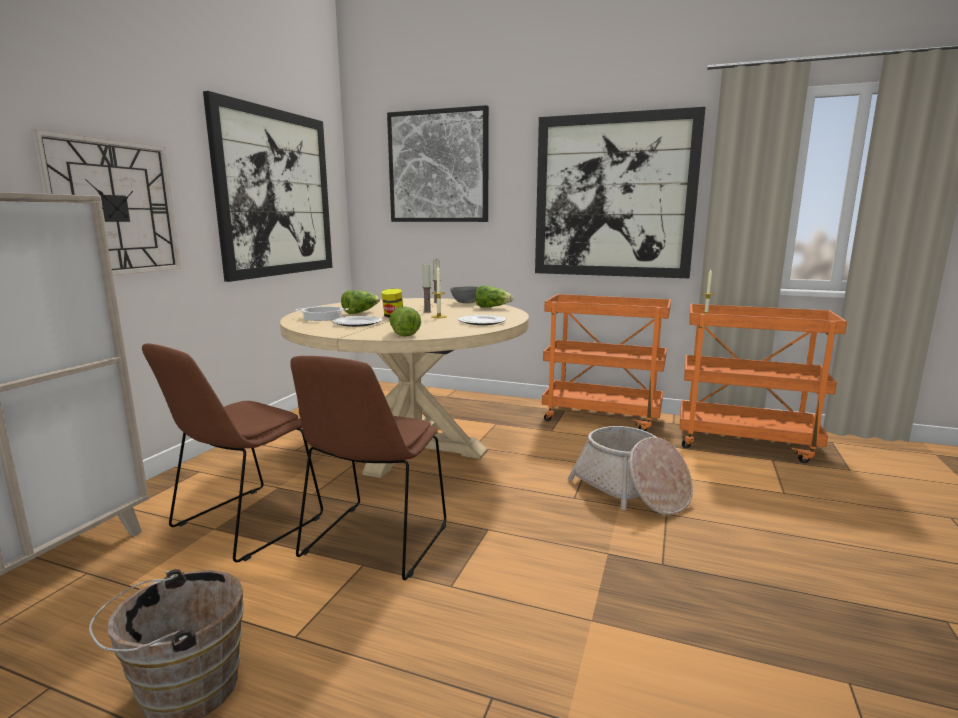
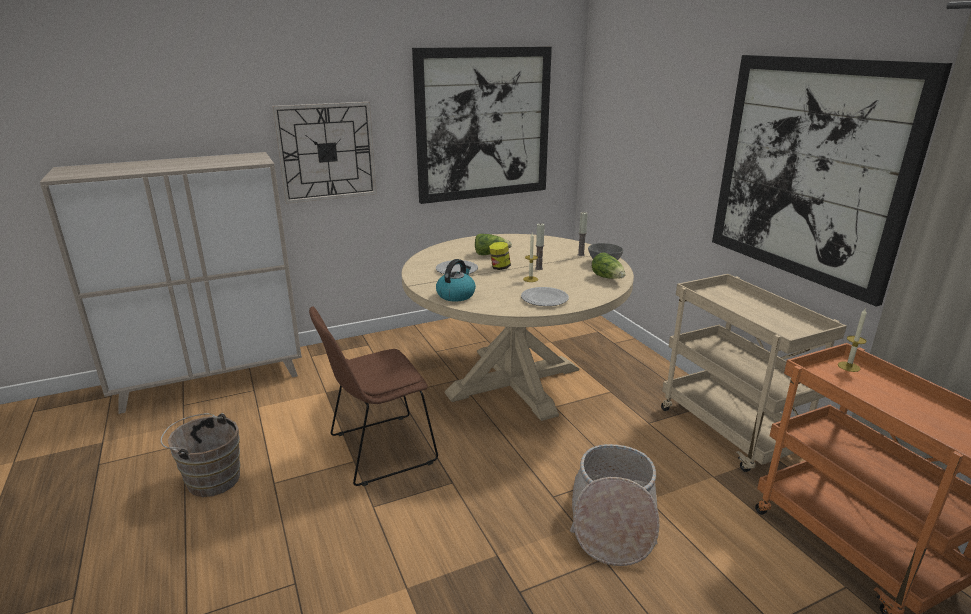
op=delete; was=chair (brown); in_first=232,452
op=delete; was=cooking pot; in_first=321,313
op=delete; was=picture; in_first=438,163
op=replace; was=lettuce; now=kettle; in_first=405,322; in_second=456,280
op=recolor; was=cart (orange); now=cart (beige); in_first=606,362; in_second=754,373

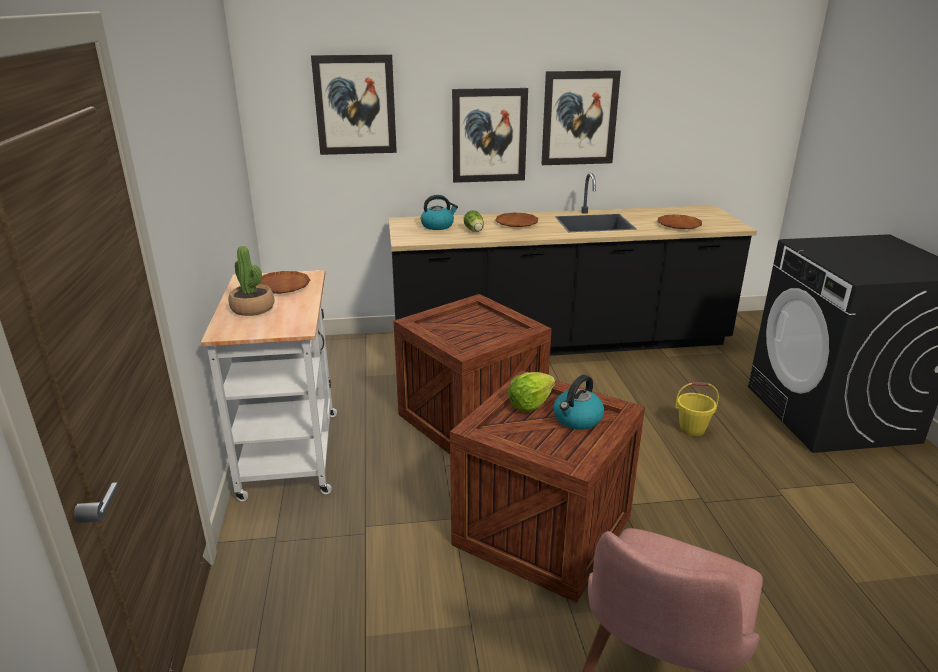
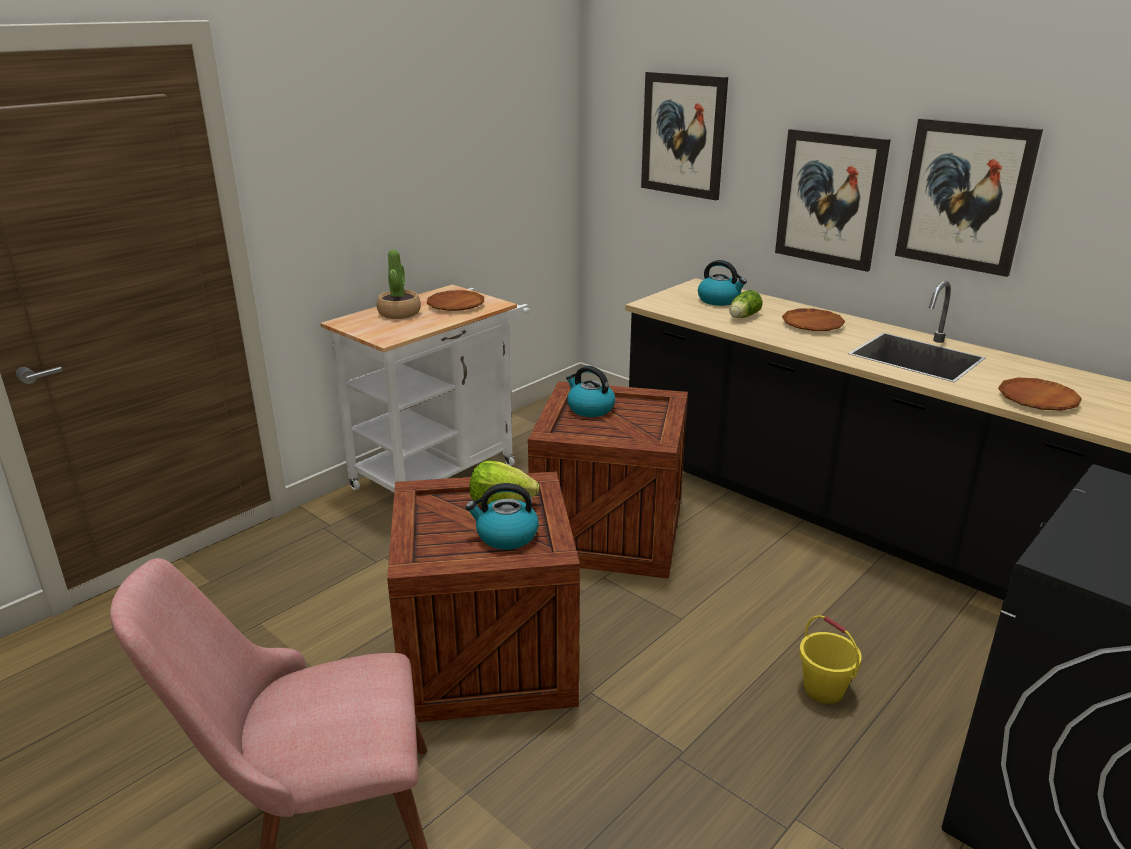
op=insert; now=kettle; in_second=590,391

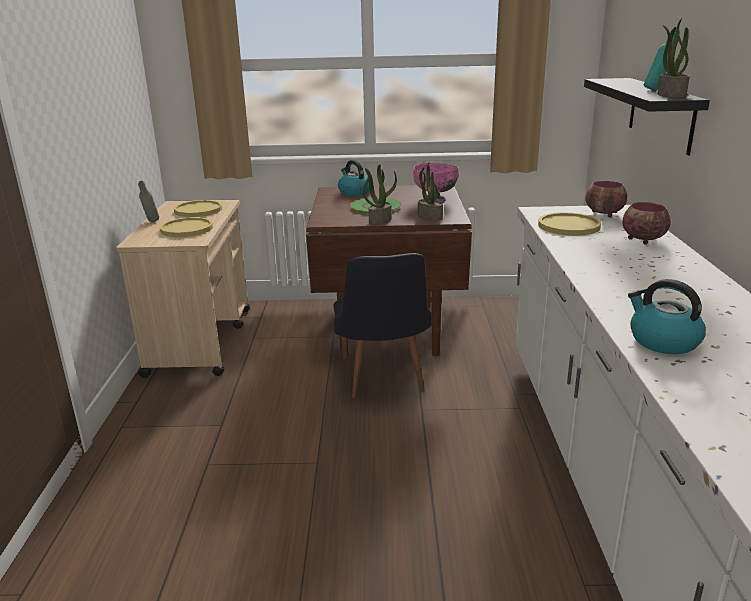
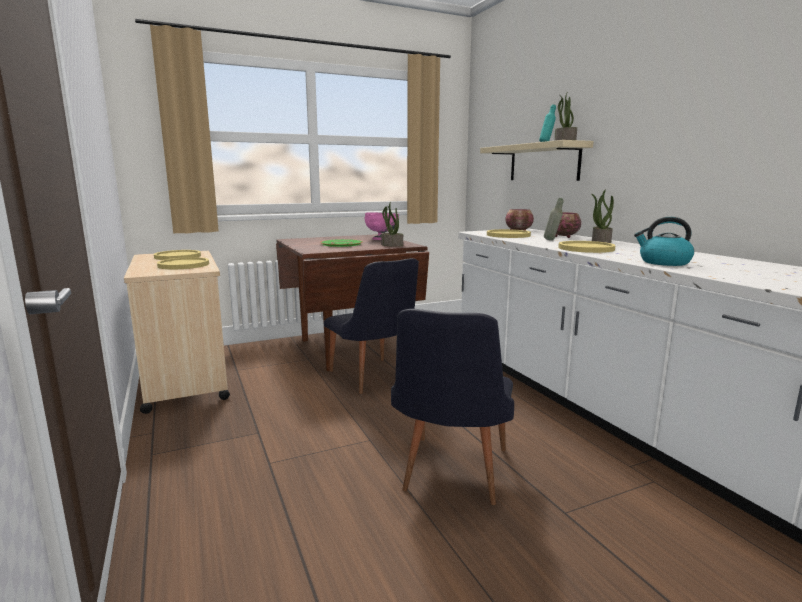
op=delete; was=kettle; in_first=354,178
op=insert; now=chair (black); in_second=452,407
op=insert; now=plate (yellow); in_second=586,247
op=move; was=bottle (grey); in_first=148,201; in_second=553,219
op=move; was=potted plant; in_first=380,194; in_second=602,216
op=recolor; was=shelf (black); now=shelf (beige); in_first=647,116; in_second=537,160

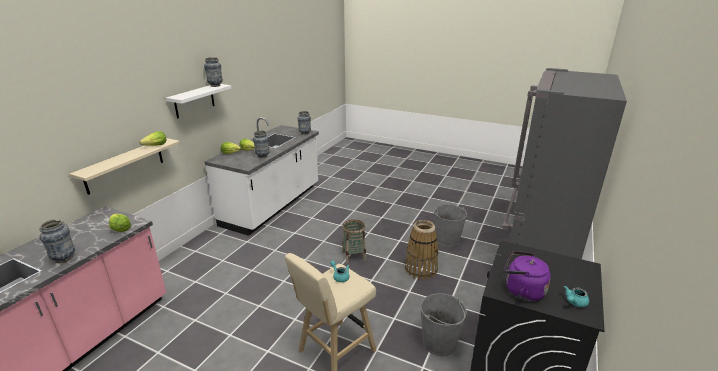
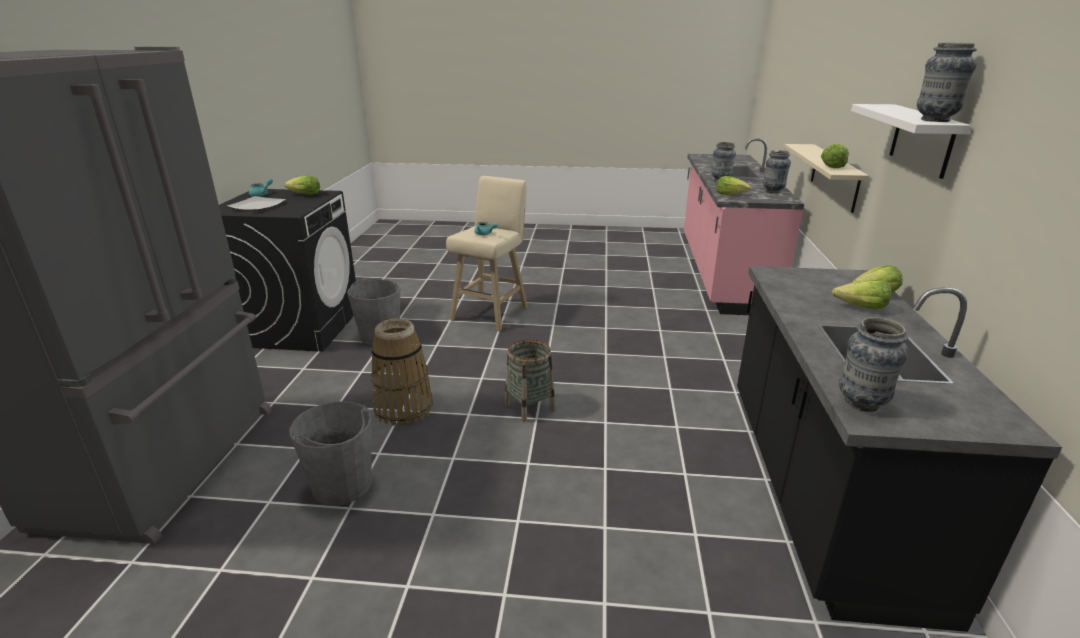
op=insert; now=plate; in_second=256,203
op=move; was=vase; in_first=261,144; in_second=777,171
op=replace; was=kettle (purple); now=lettuce; in_first=527,276; in_second=302,185
op=recolor; was=counter (white); now=counter (black); in_first=261,176; in_second=899,449

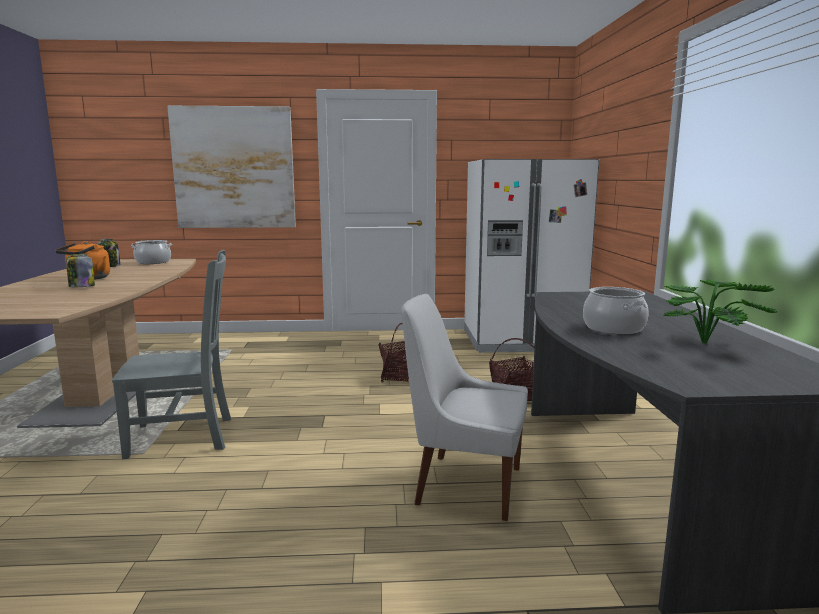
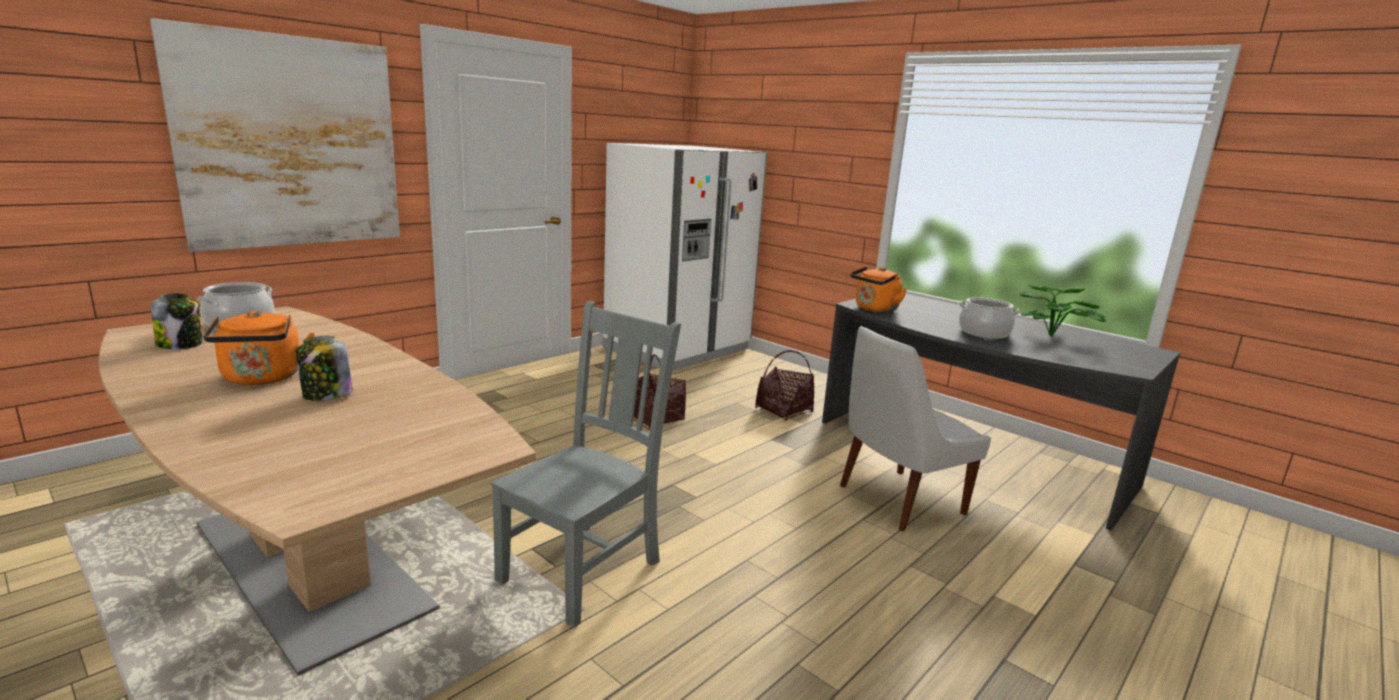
op=insert; now=kettle (orange); in_second=878,289

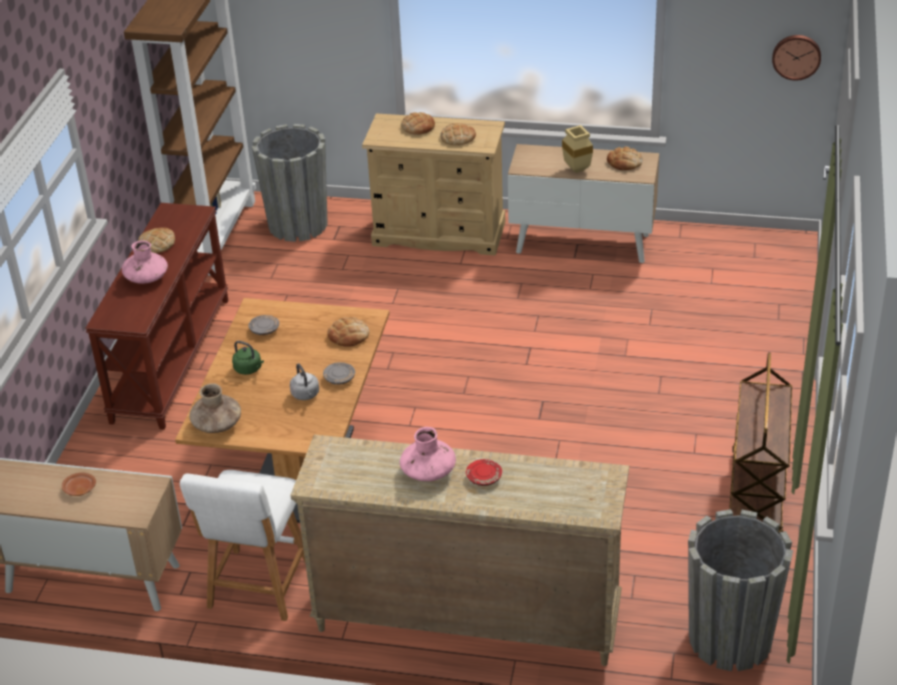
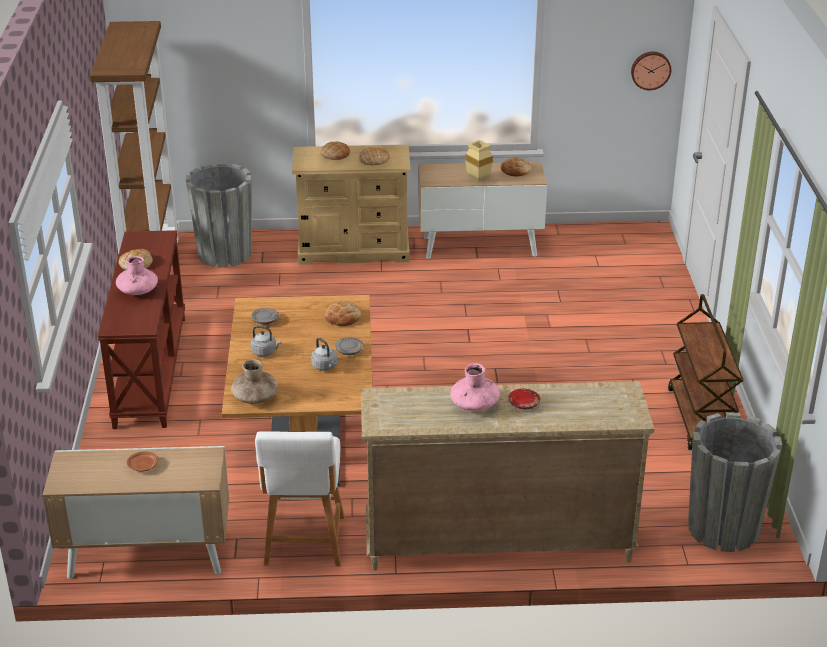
op=recolor; was=kettle (green); now=kettle (grey); in_first=248,358; in_second=265,341

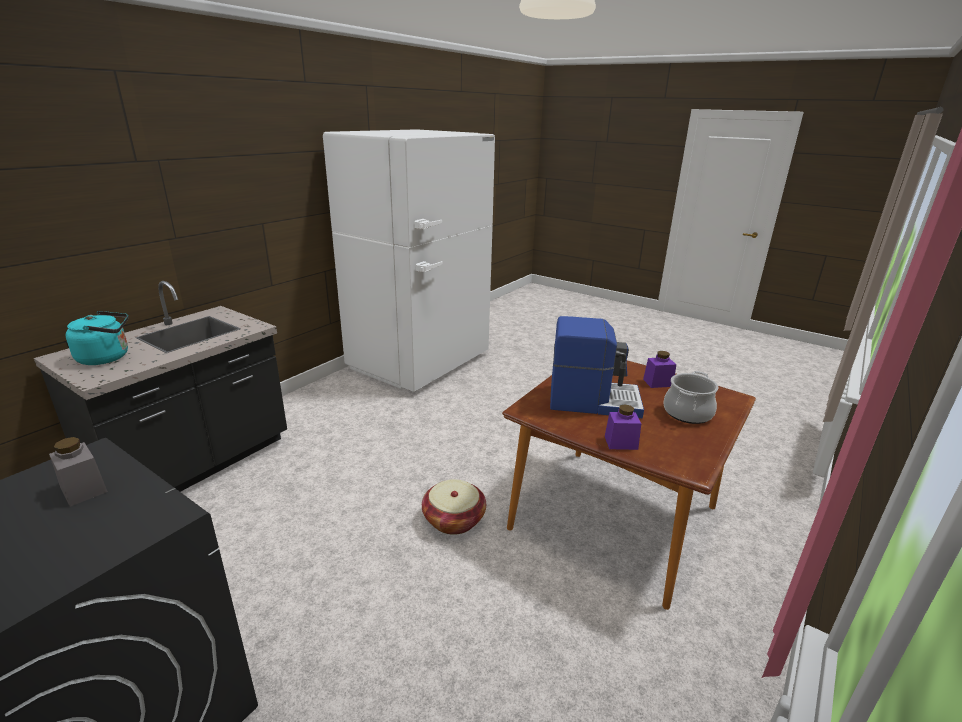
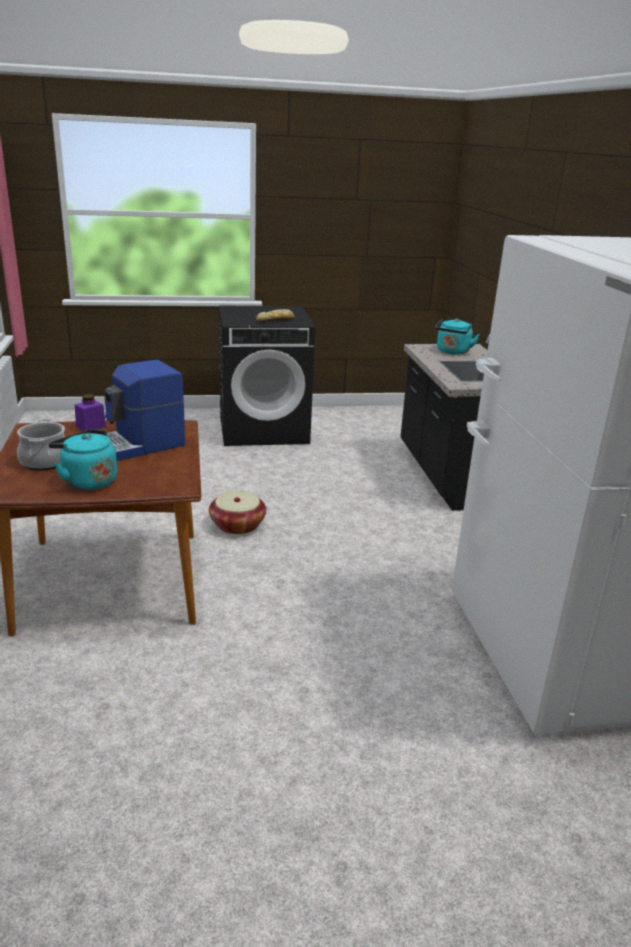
op=replace; was=jar (grey); now=bread; in_first=78,472; in_second=275,315
op=replace; was=jar (purple); now=kettle (turquoise); in_first=659,369; in_second=82,459

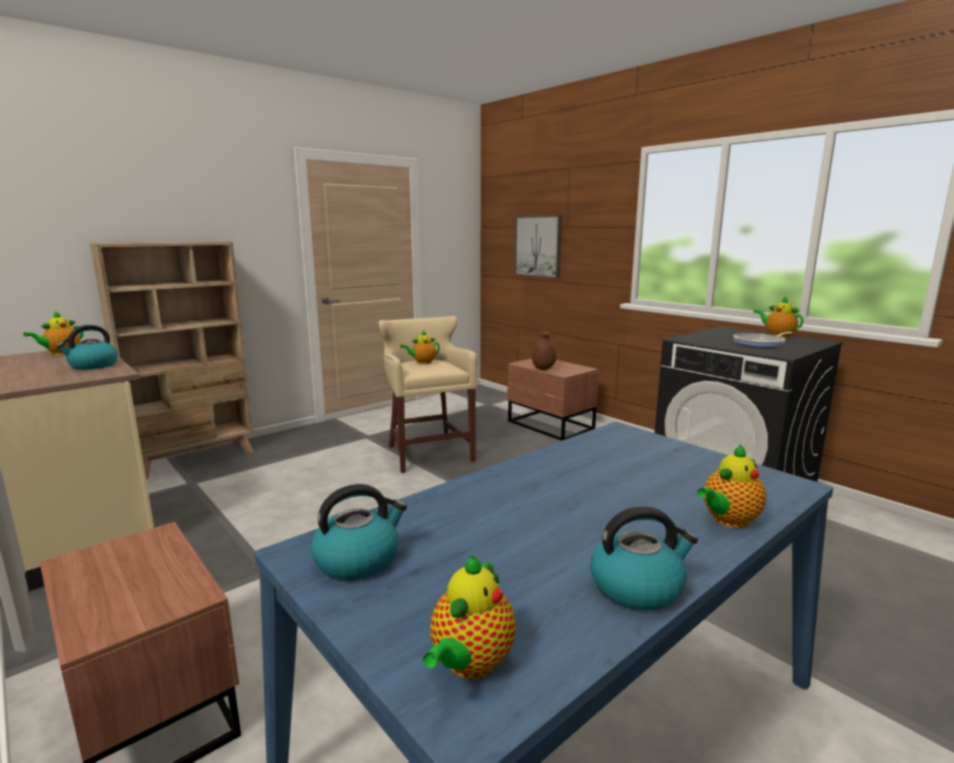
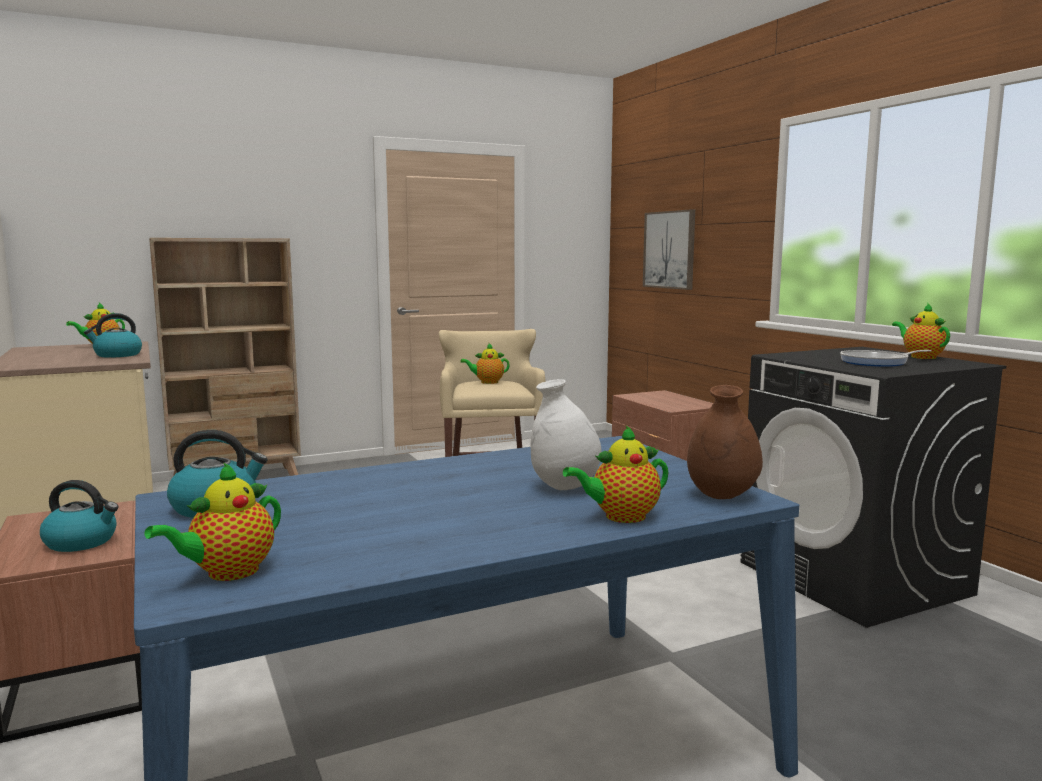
op=insert; now=vase (white); in_second=566,434
op=move; was=vase (brown); in_first=544,350; in_second=725,442
op=move; was=kettle; in_first=644,558; in_second=79,516

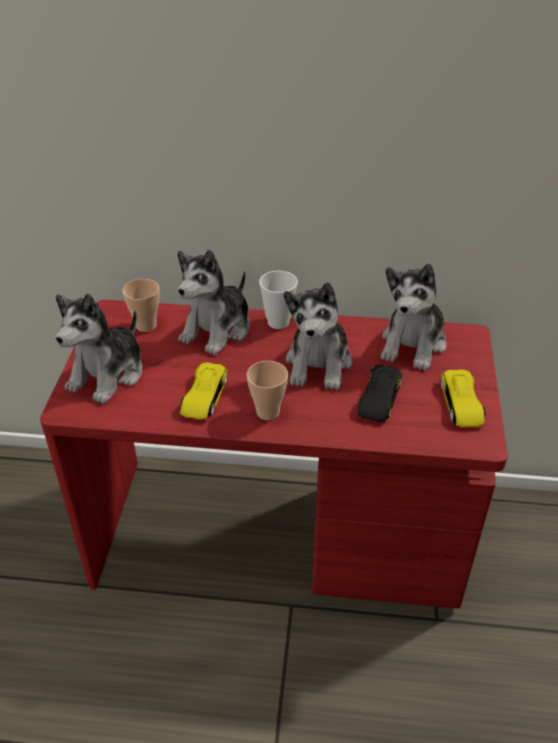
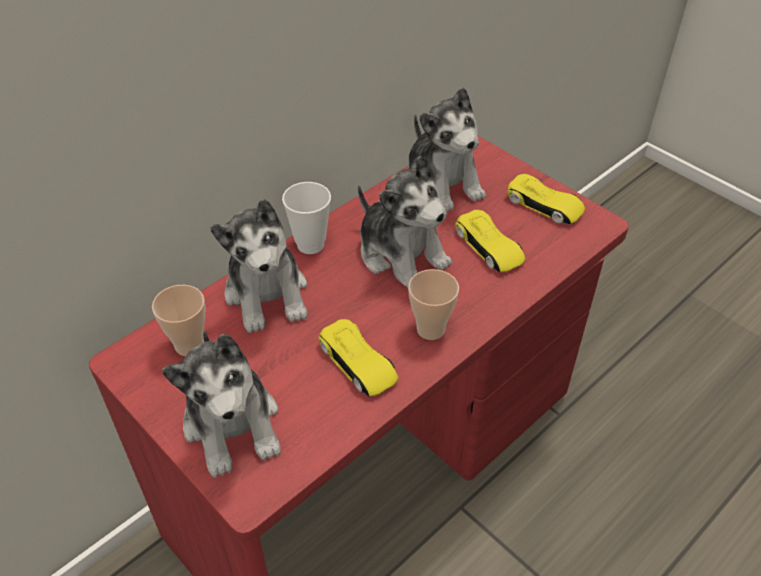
op=recolor; was=toy car (black); now=toy car (yellow); in_first=379,393; in_second=490,241

